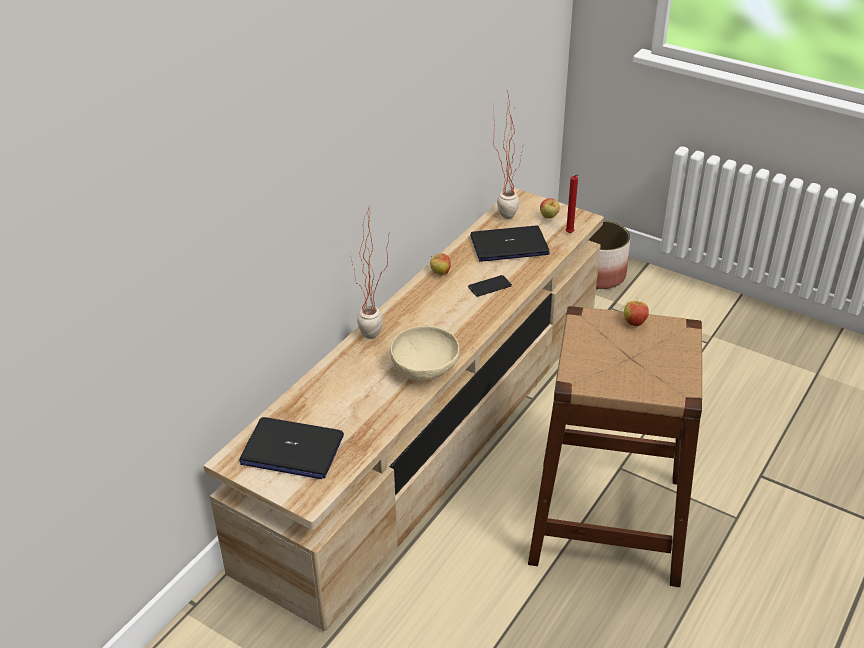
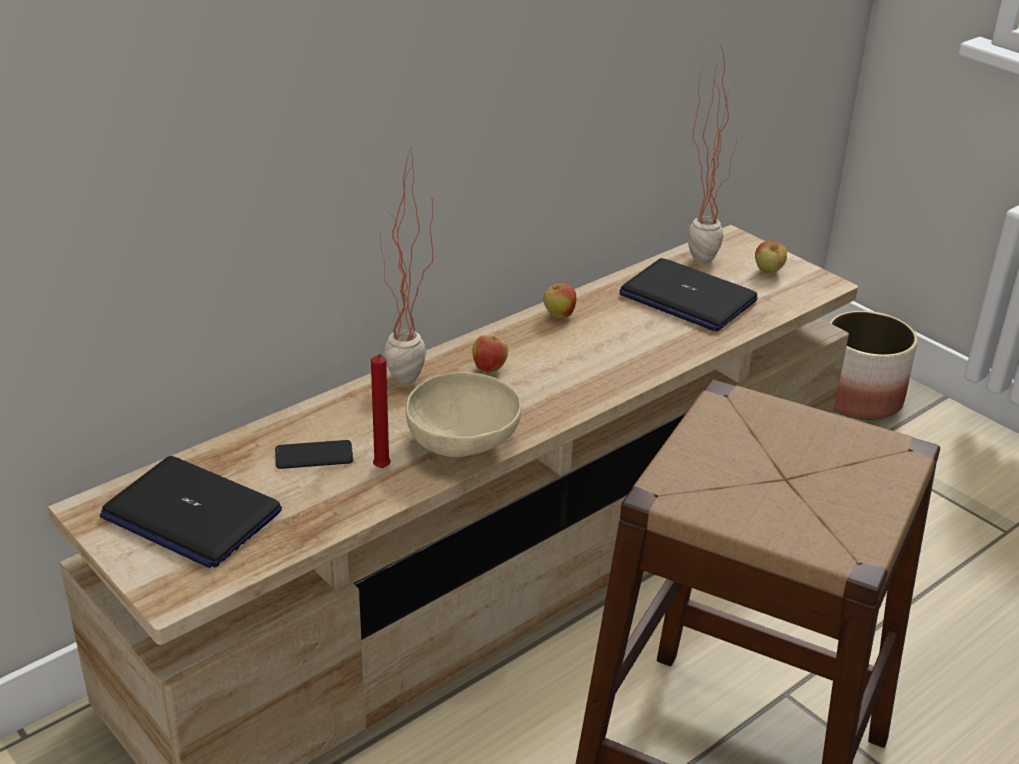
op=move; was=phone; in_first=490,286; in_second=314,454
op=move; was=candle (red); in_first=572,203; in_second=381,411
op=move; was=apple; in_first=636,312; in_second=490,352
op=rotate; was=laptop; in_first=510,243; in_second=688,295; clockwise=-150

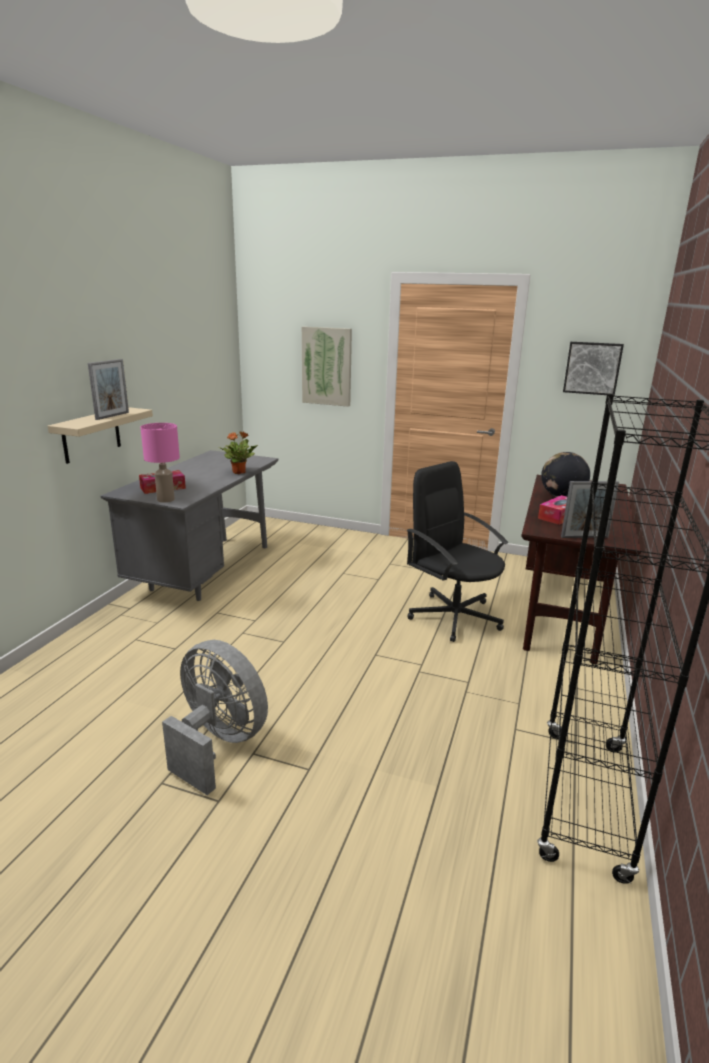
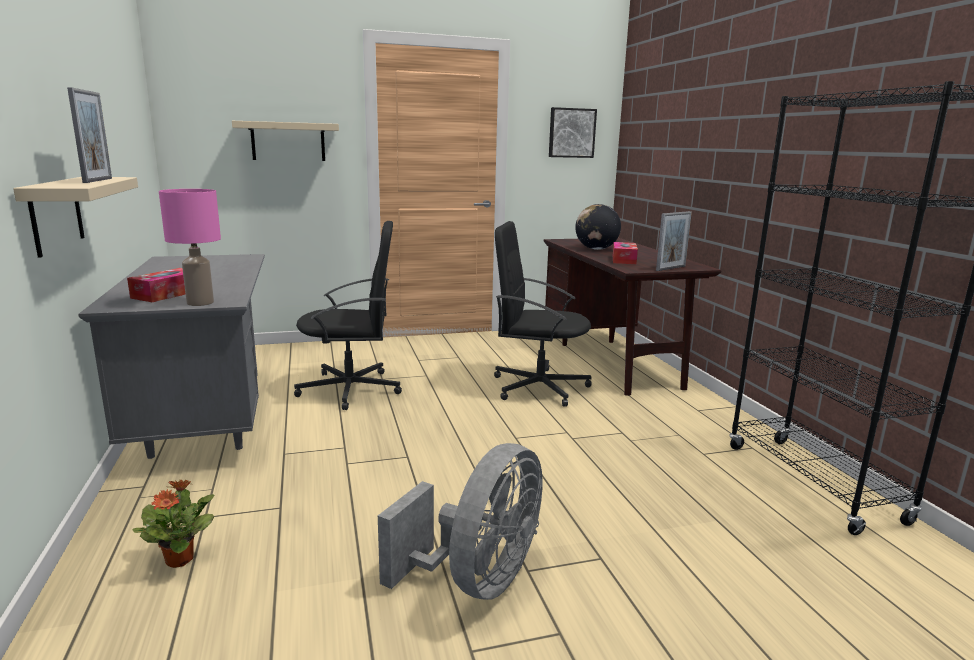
op=insert; now=office chair (black); in_second=348,315
op=move; was=potted plant; in_first=238,453; in_second=173,524
op=replace; was=picture; now=shelf (beige); in_first=327,366; in_second=285,141
op=rotate; was=fan (grey); in_first=215,717; in_second=460,521; clockwise=120

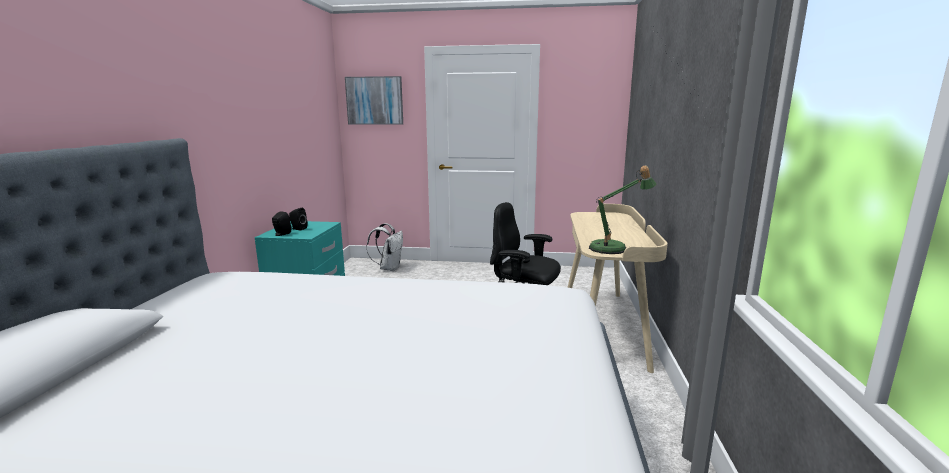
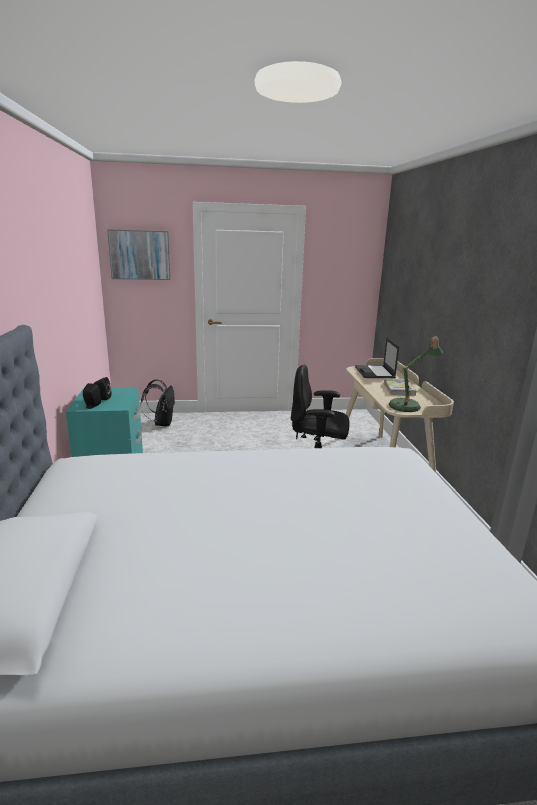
op=insert; now=laptop; in_second=377,358
op=insert; now=book; in_second=400,387
op=recolor; was=backpack (white); now=backpack (black); in_first=384,247; in_second=157,403

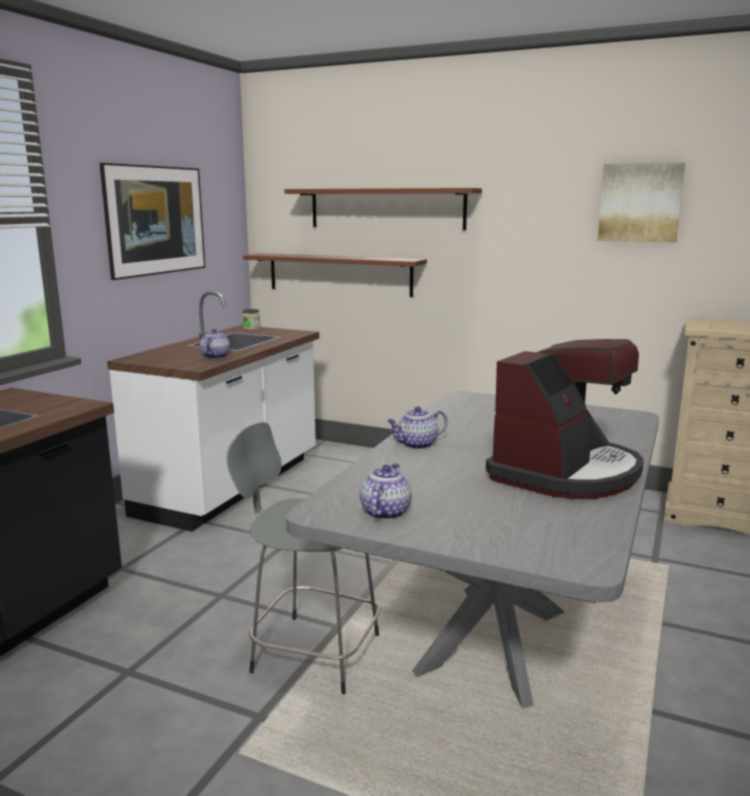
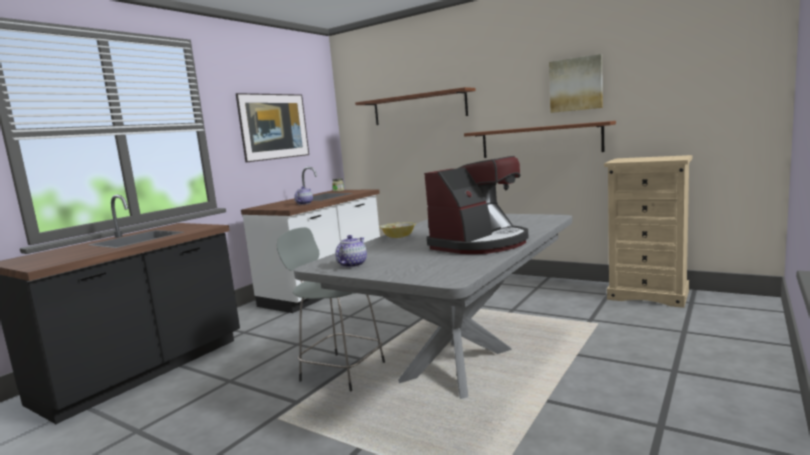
op=move; was=shelf (brown); in_first=335,275; in_second=540,139
op=replace; was=teapot; now=bowl; in_first=417,427; in_second=398,230

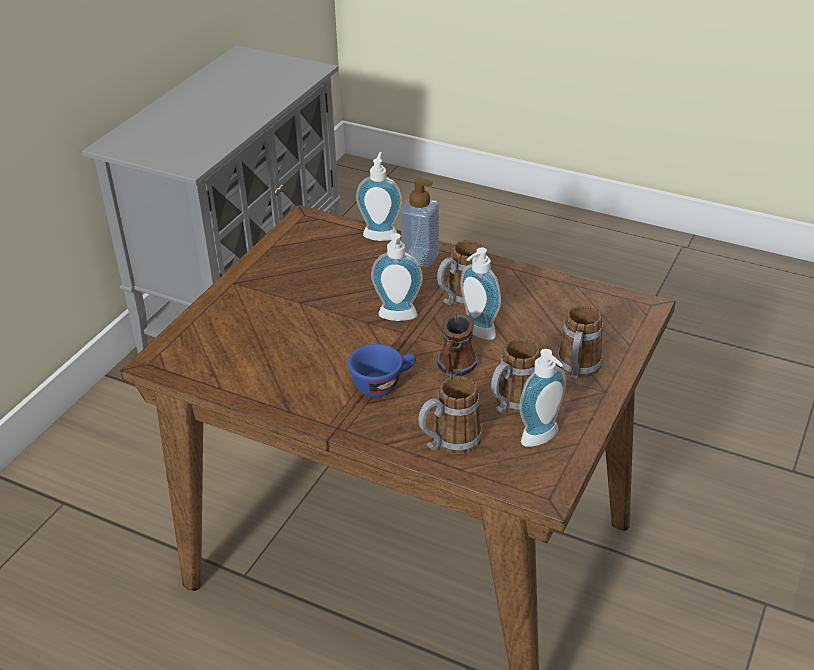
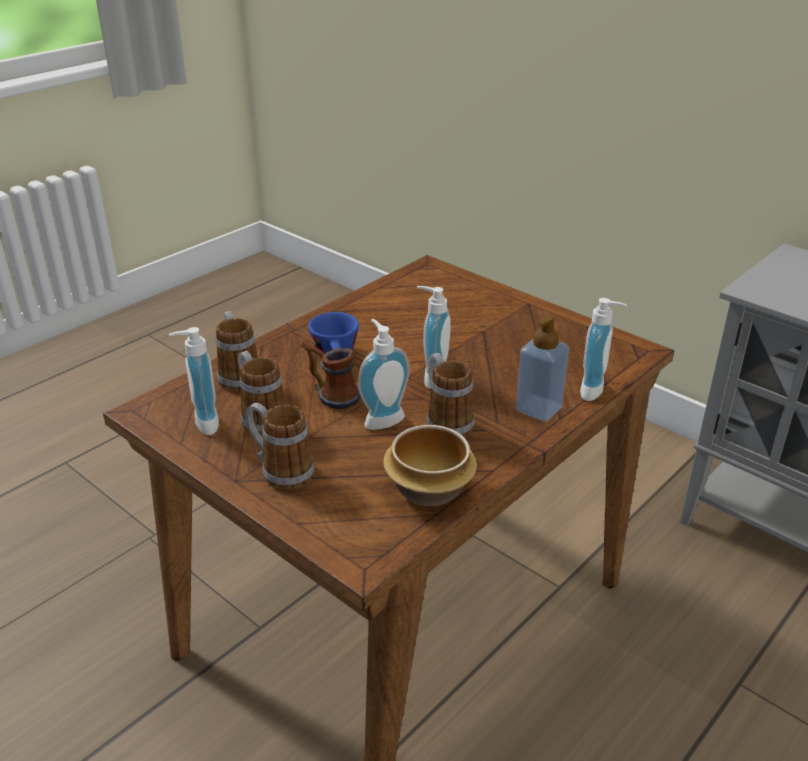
op=insert; now=bowl; in_second=430,465

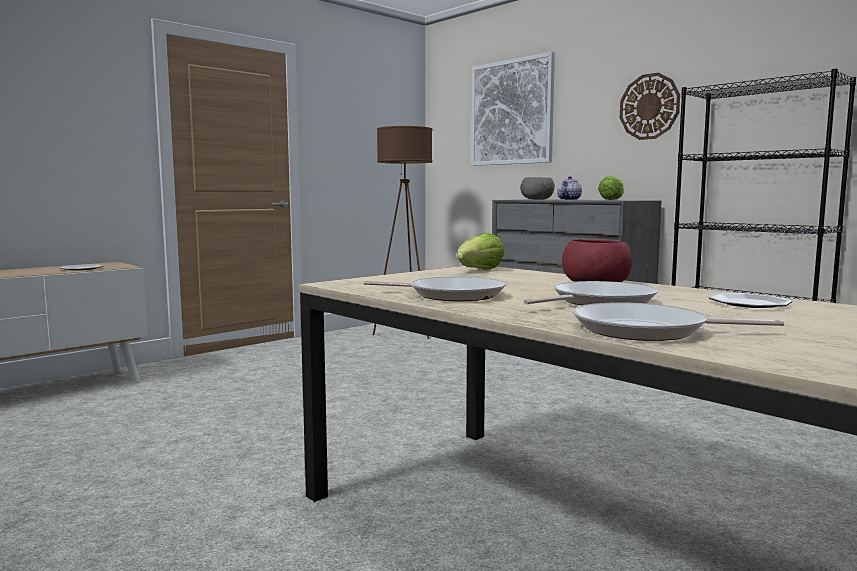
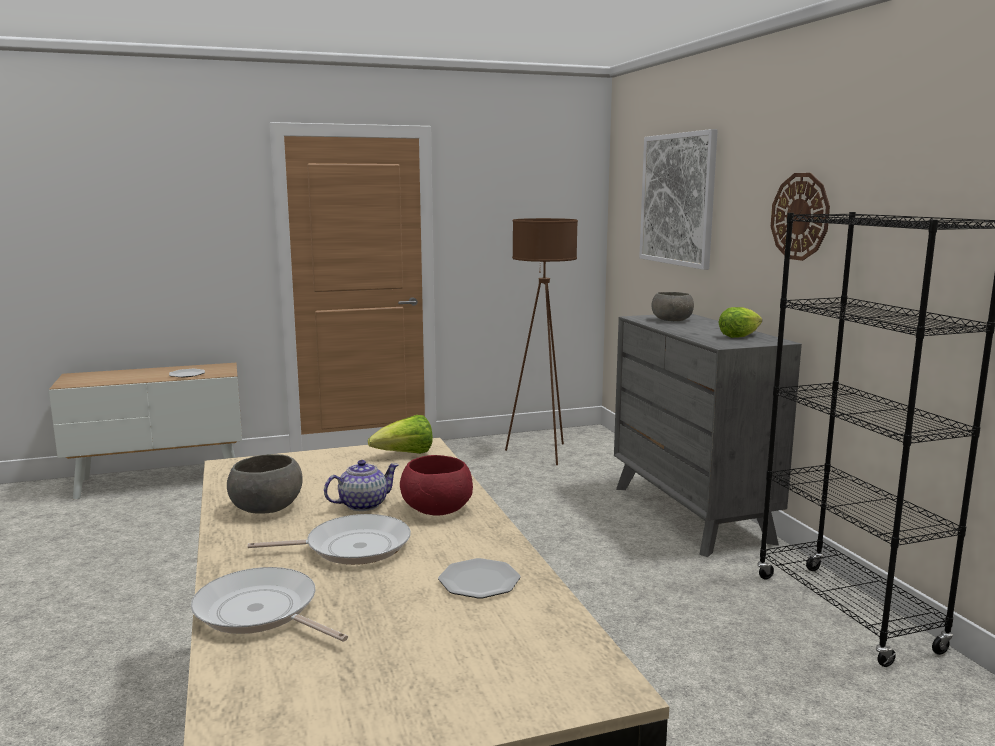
op=move; was=teapot; in_first=569,188; in_second=361,485
op=replace; was=frying pan; now=bowl (grey); in_first=435,289; in_second=264,484

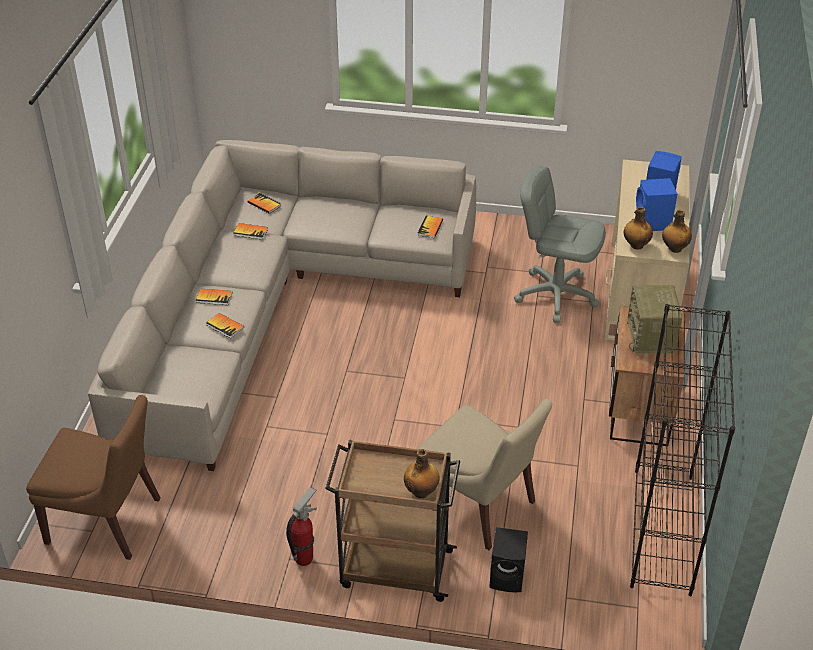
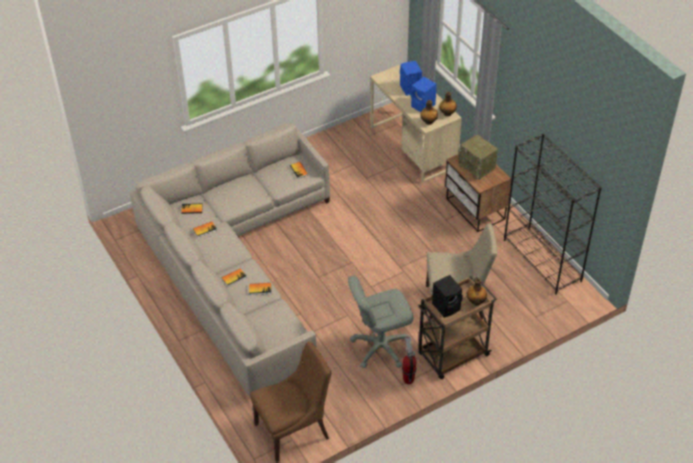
op=move; was=speaker (black); in_first=508,559; in_second=447,296
op=move; was=office chair (grey); in_first=560,244; in_second=380,321

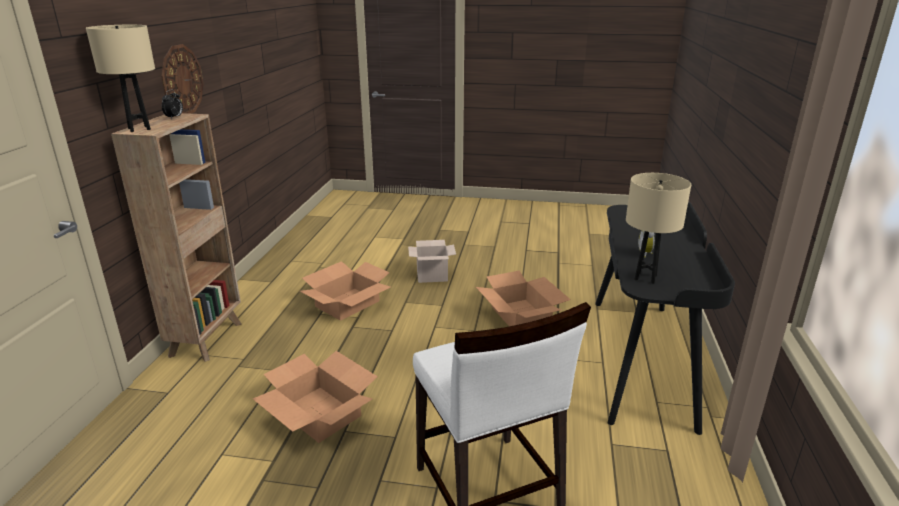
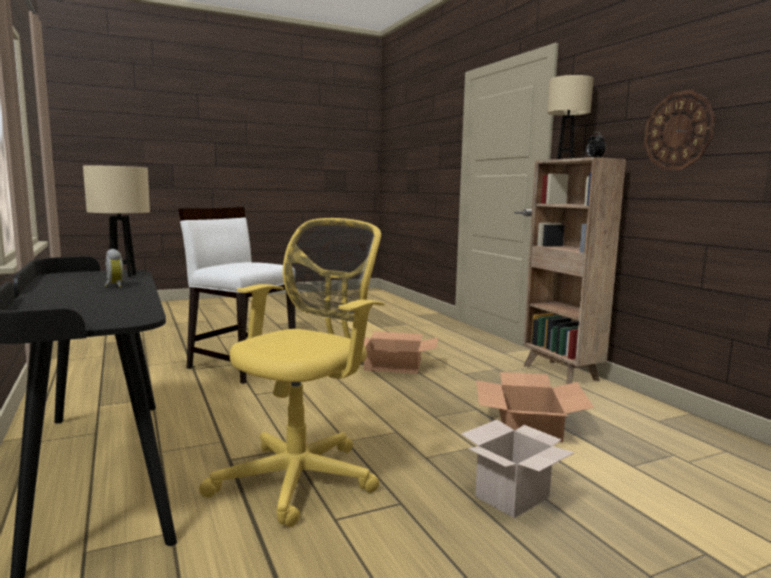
op=replace; was=cardboard box; now=office chair (yellow); in_first=523,298; in_second=292,372

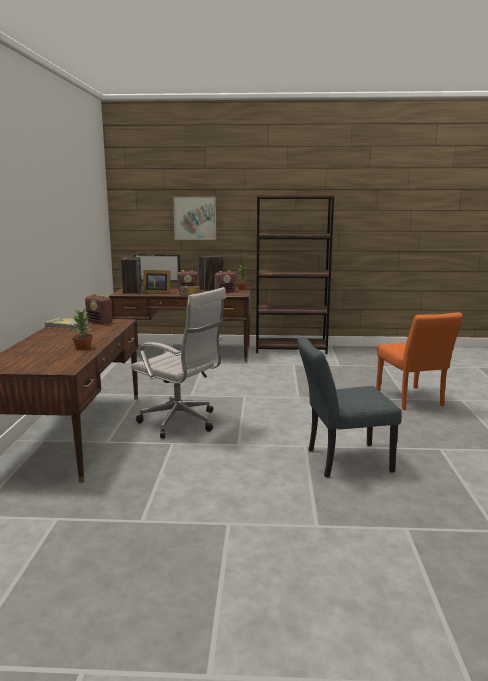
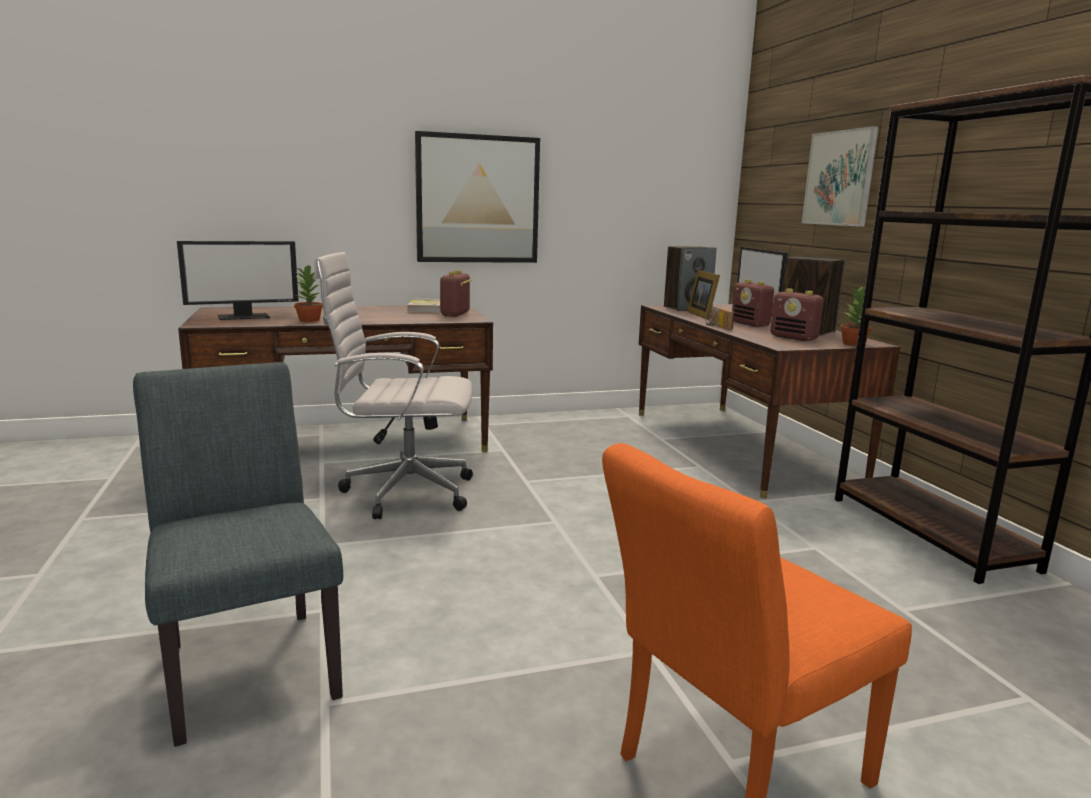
op=insert; now=monitor; in_second=238,280
op=insert; now=picture; in_second=477,197
op=rotate; was=office chair (white); in_first=178,363; in_second=393,385; clockwise=75

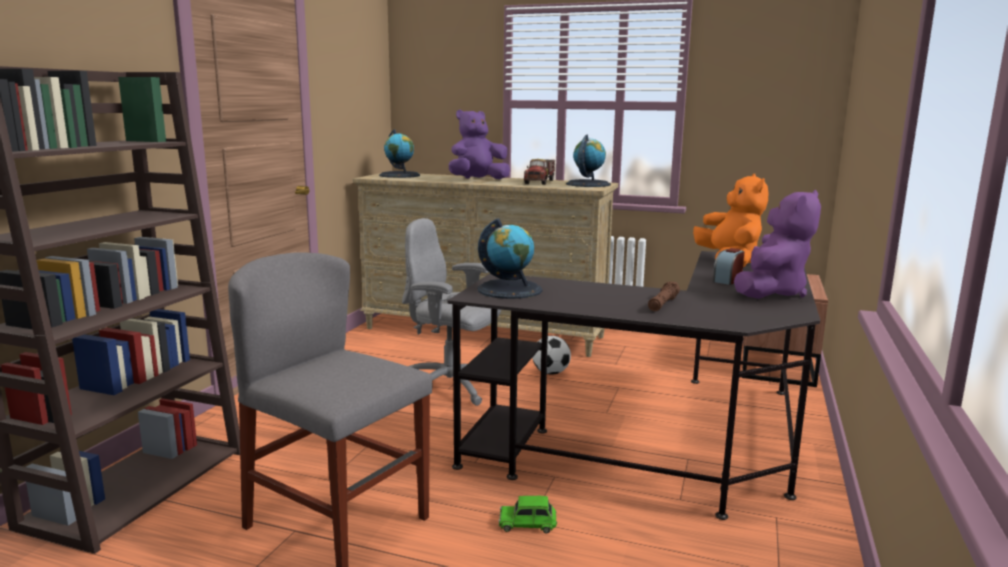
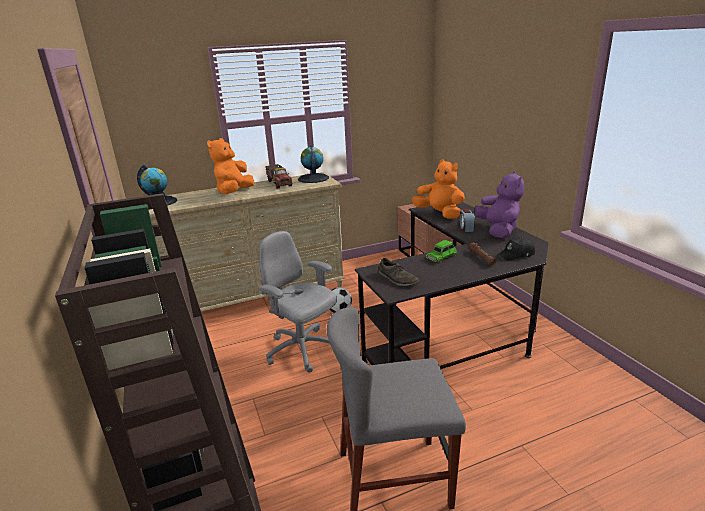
op=insert; now=cap (black); in_second=516,249
op=move; was=toy car (green); in_first=527,514; in_second=441,251
op=replace; was=globe; now=shoe (brown); in_first=510,258; in_second=399,272
op=recolor; was=plush toy (purple); now=plush toy (orange); in_first=479,144; in_second=231,166
op=rotate; was=office chair (grey); in_first=451,312; in_second=297,302; clockwise=60

